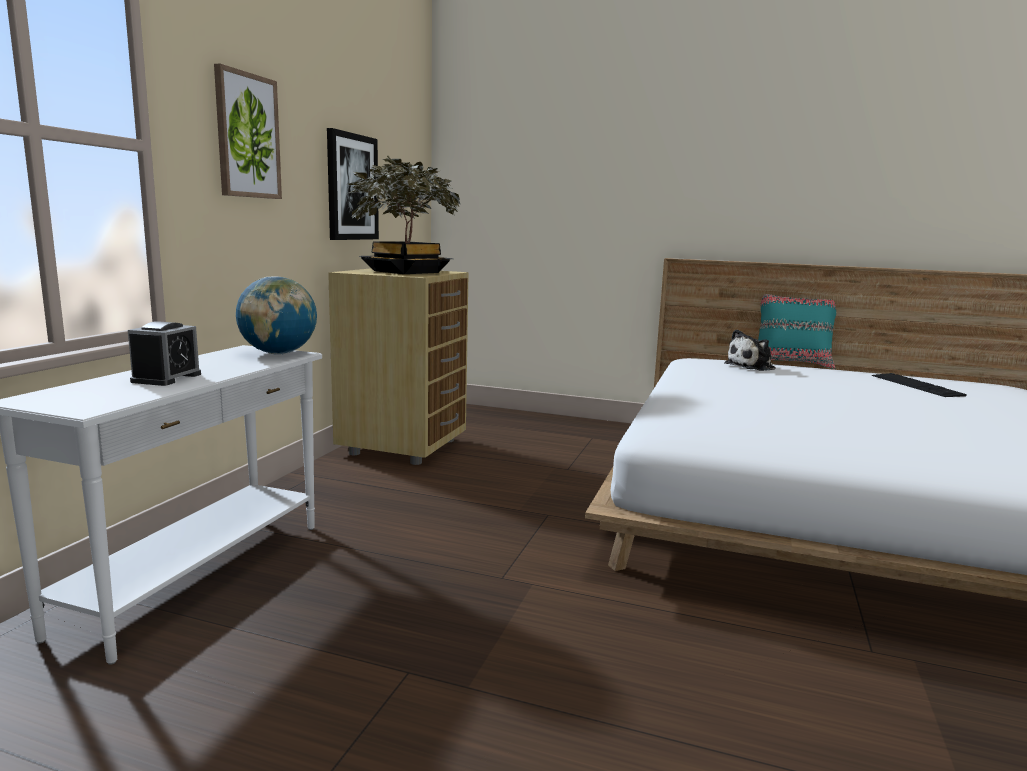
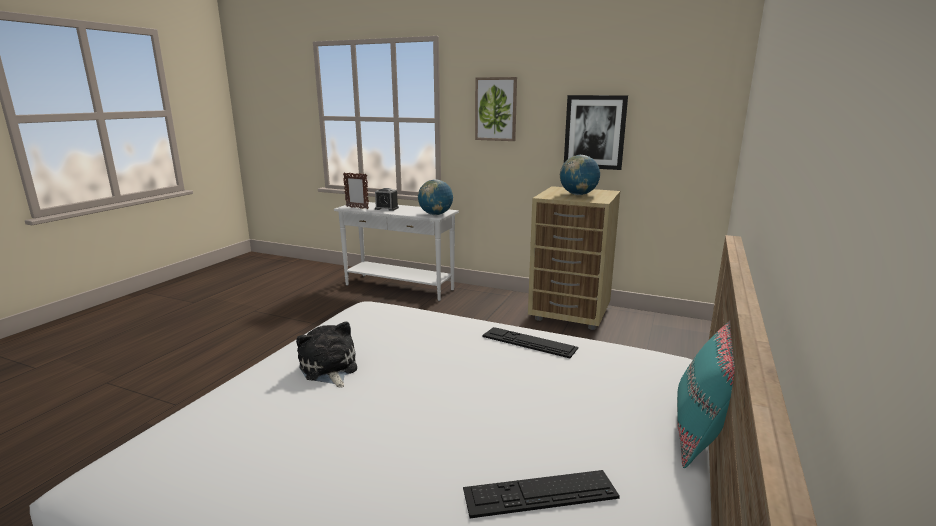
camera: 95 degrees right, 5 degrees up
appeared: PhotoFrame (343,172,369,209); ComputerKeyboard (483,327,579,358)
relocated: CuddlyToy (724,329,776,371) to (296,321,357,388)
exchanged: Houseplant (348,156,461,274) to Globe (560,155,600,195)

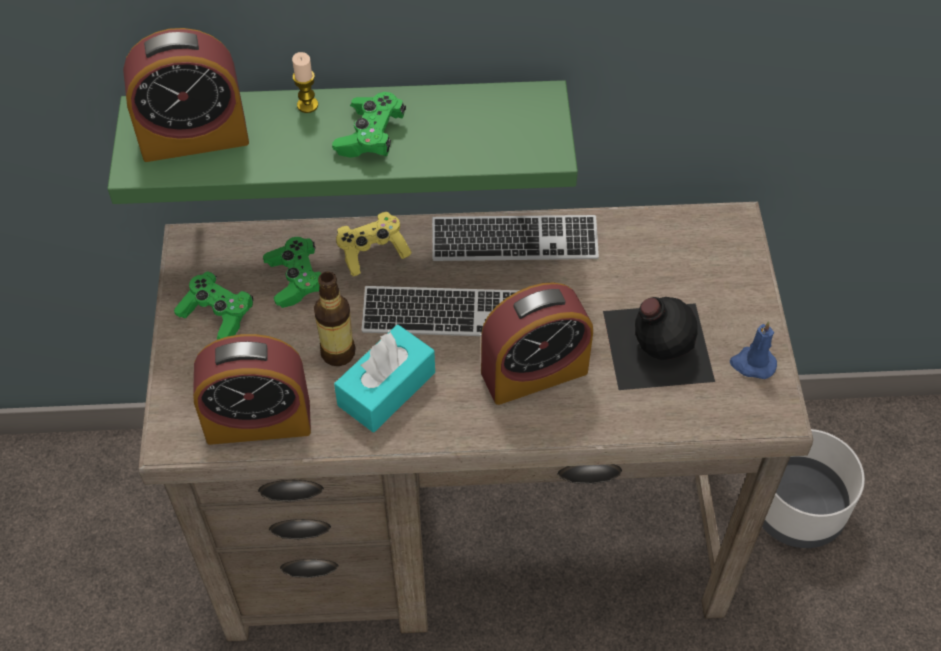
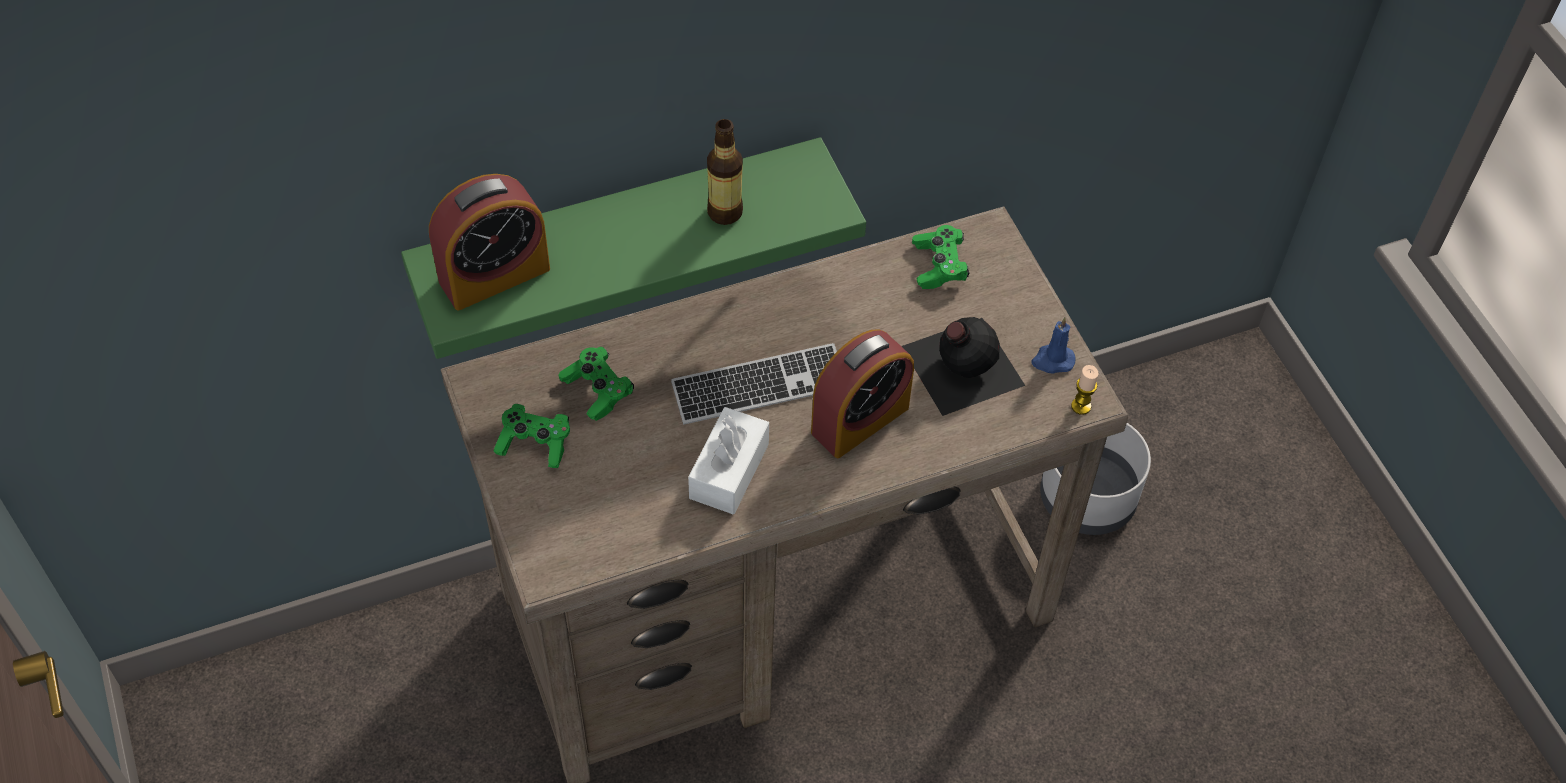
camera: 20 degrees left, 0 degrees up
missing: AlarmClock (193,334,311,445); YellowishGamepad (336,212,412,276); ComputerKeyboard (432,215,599,261)
relocated: WaxCandle (292,52,318,113) to (1071,365,1099,415); Bottle (314,271,355,366) to (707,119,743,225); GreenGamepad (332,92,406,158) to (912,225,970,289)
colour: TurquoiseColouredTissueHolder (334,325,435,432) to WhitishTissueHolder (688,407,769,514)

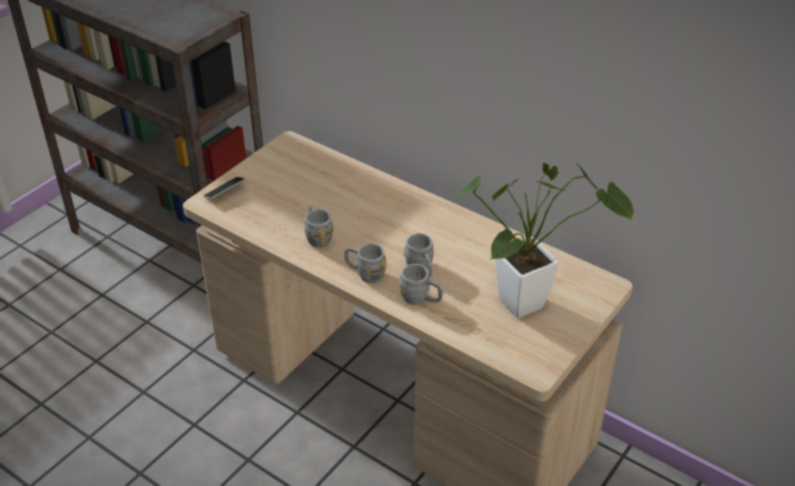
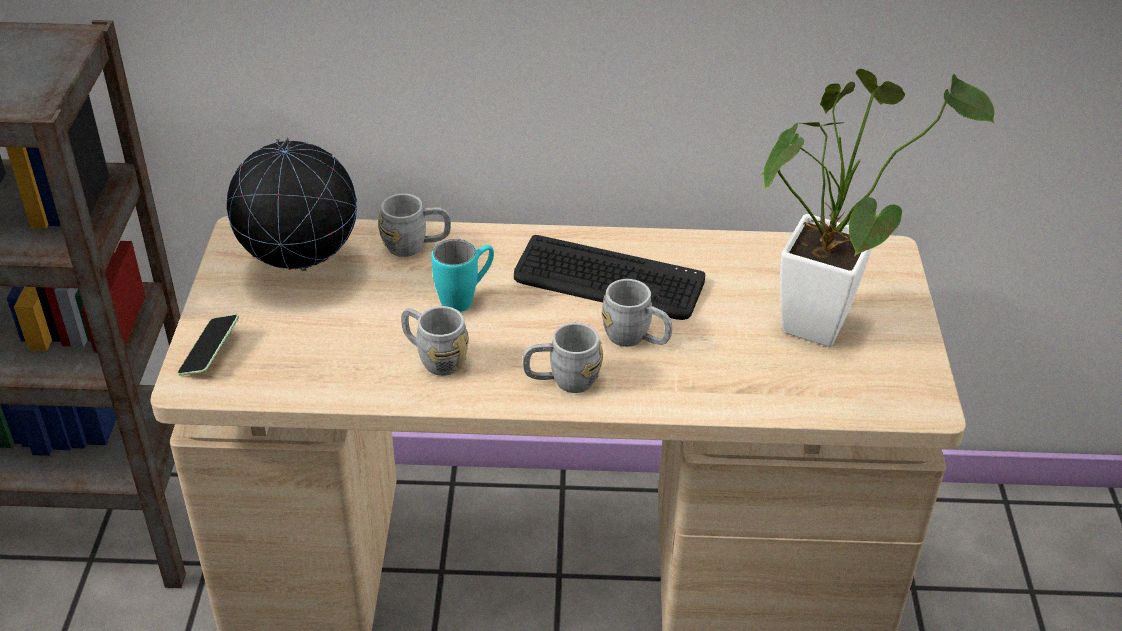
camera: 35 degrees left, 0 degrees up
appeared: Globe (226,137,357,271); TurquoiseColouredCoffeeMug (432,239,494,312); ComputerKeyboard (514,235,705,320)
relocated: GrayCoffeeMug (399,264,443,305) to (378,194,451,257)

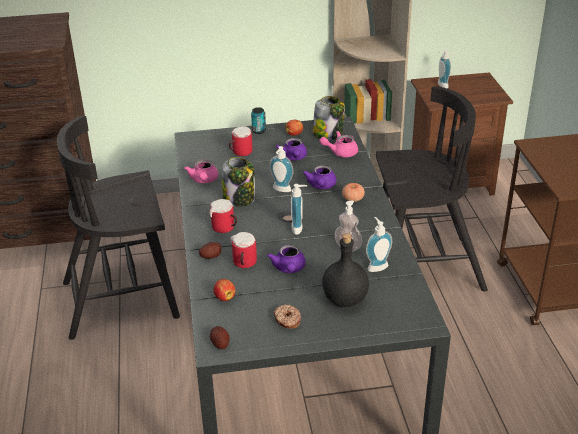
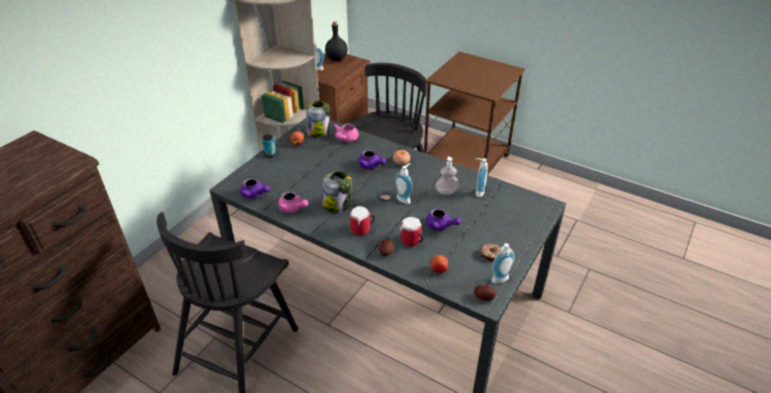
camera: 50 degrees left, 5 degrees up
missing: CoffeeMug (229,127,252,156)
relocated: SoapBottle (270,146,293,192) to (491,243,514,284); PurpleColouredTeapot (276,138,307,161) to (240,177,270,199); BlackishBottle (322,234,369,307) to (325,21,348,61)

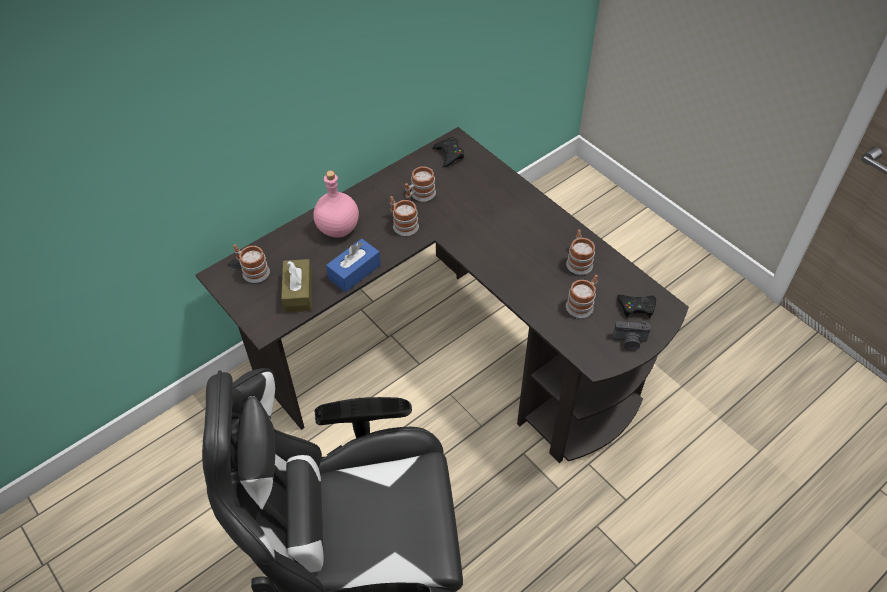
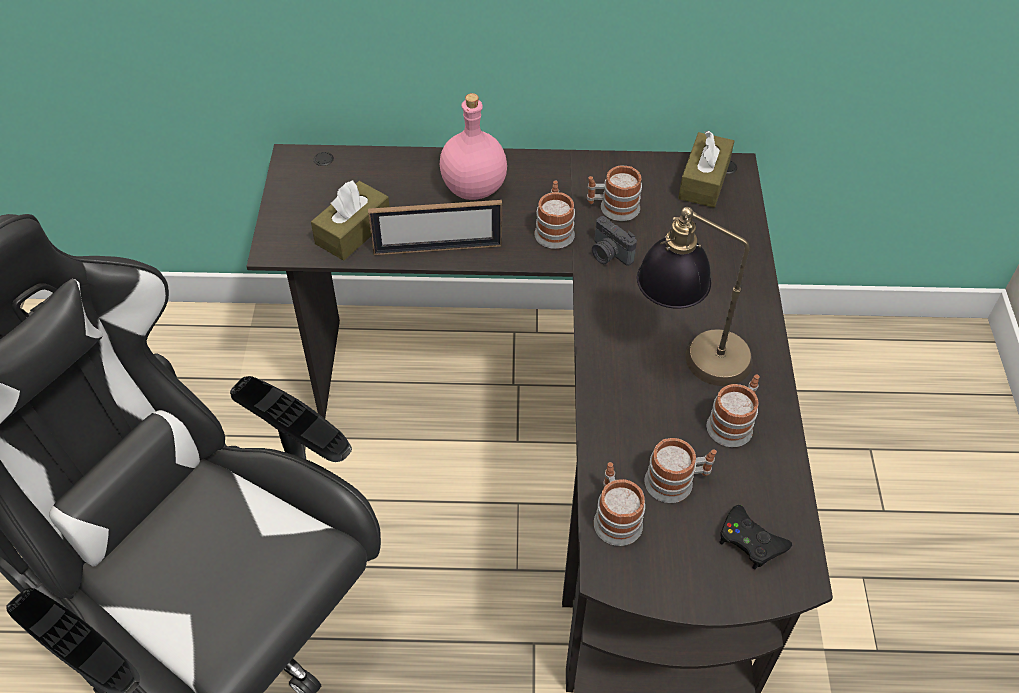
camera: 40 degrees right, 0 degrees up
appeared: TableLamp (637,207,752,386)
relocated: CoffeeMug (233,244,270,283) to (594,462,645,546); PhotoCamera (613,321,651,350) to (592,216,637,266)
exchanged: BlueTissueHolder (326,239,381,292) to PhotoFrame (368,200,502,255); BlackishGamepad (433,138,464,167) to BrownishTissueHolder (678,130,734,208)

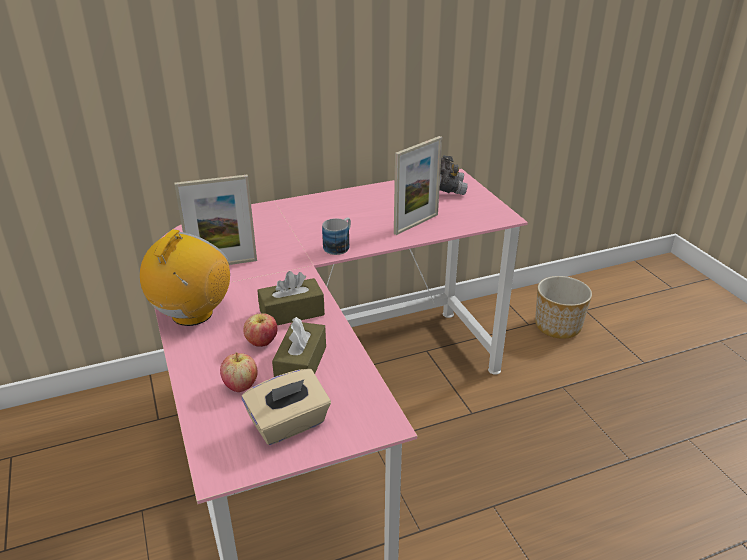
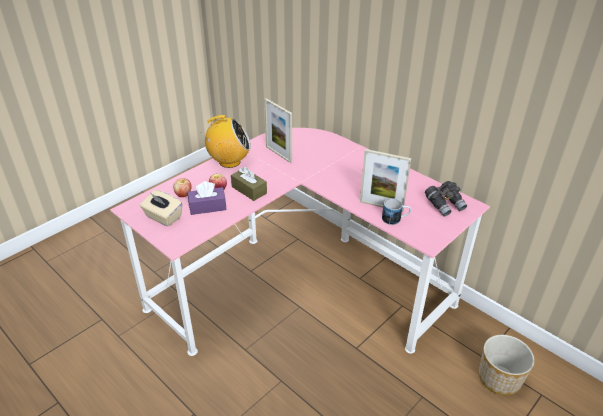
camera: 65 degrees right, 5 degrees up
relocated: CoffeeMug (322,217,351,255) to (382,198,411,225)
colour: BrownishTissueHolder (272,317,326,377) to PurpleColouredTissueHolder (188,181,226,215)

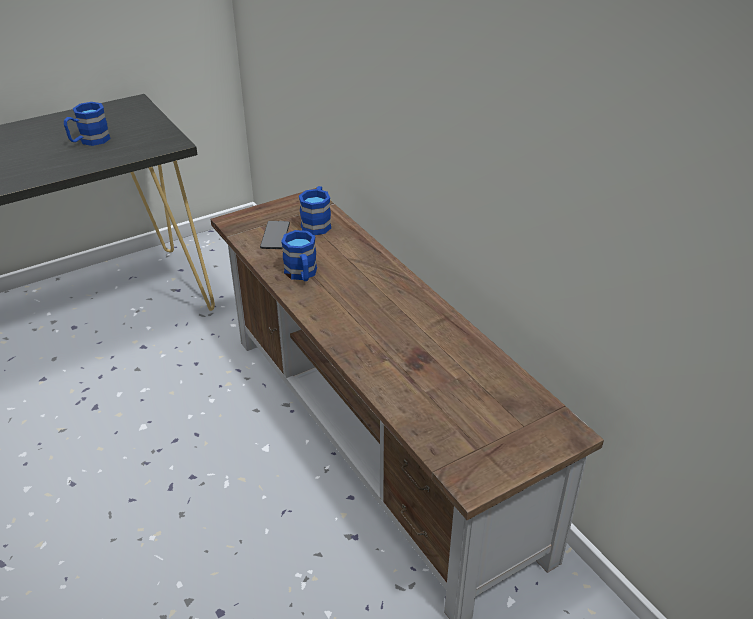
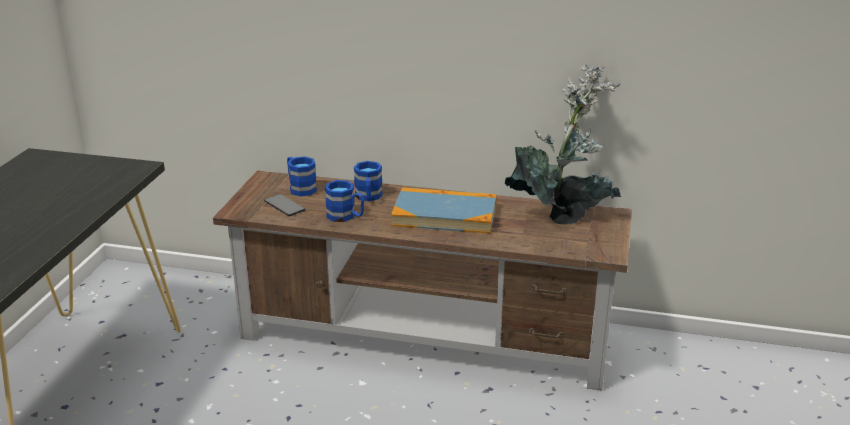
camera: 45 degrees left, 10 degrees down
appeared: BoundBook (391,188,497,234); Houseplant (505,65,621,224)
relocated: BlueCoffeeMug (64,102,111,146) to (354,161,383,201)

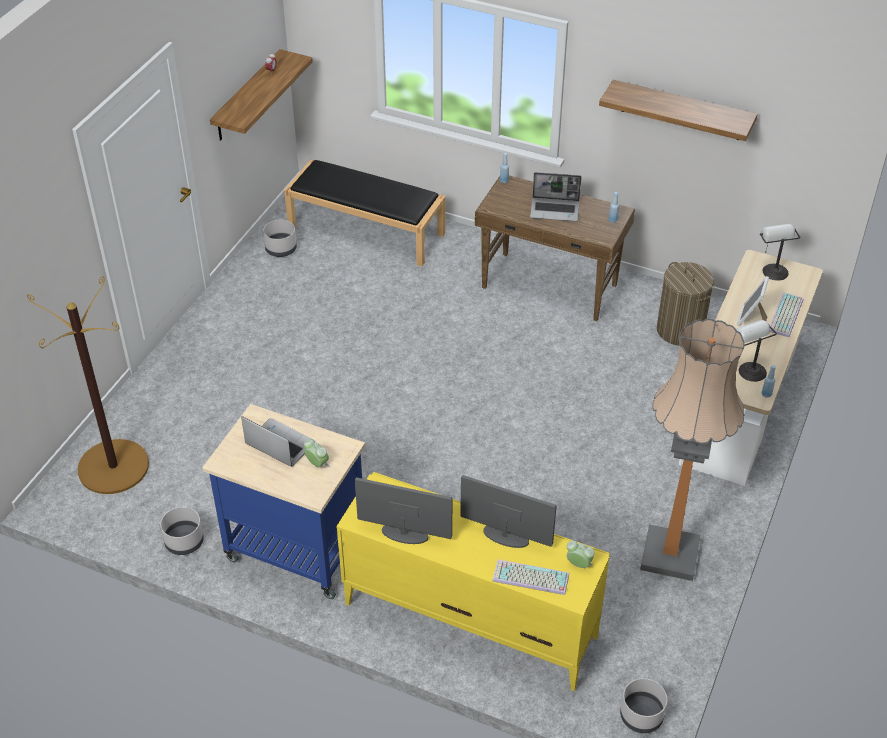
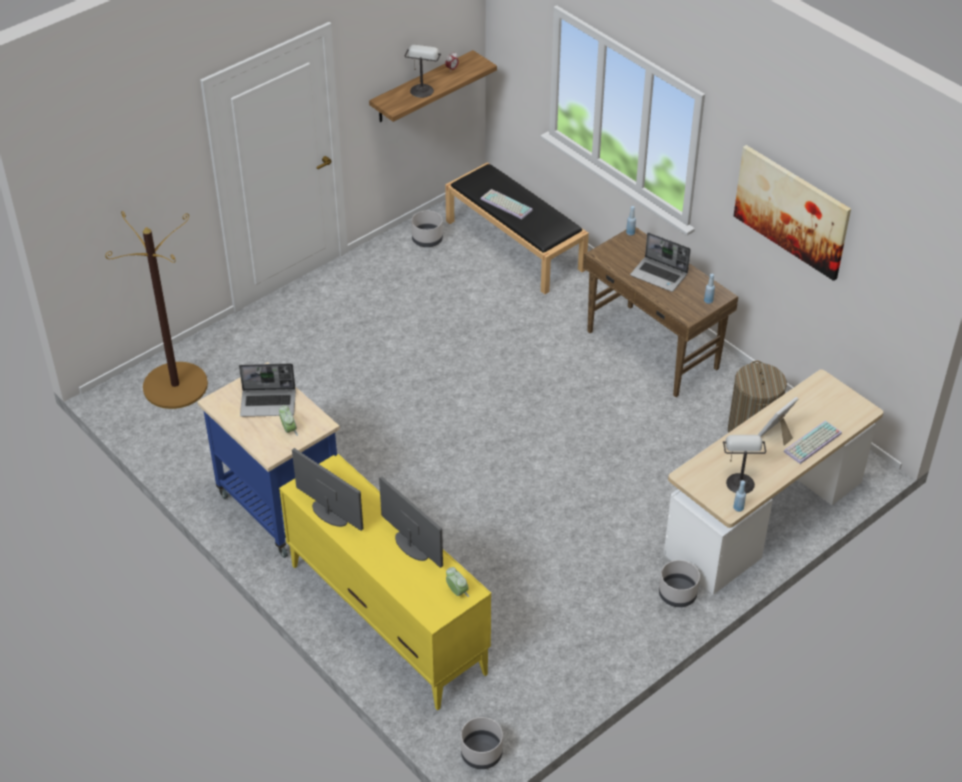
camera: 25 degrees right, 0 degrees up
missing: StandardLamp (640,319,745,581)
relocated: GrayPlanter (160,507,204,555) to (659,560,700,607); ComputerKeyboard (492,559,569,595) to (480,189,533,220); TableLamp (760,224,800,281) to (405,45,441,98)
exchanged: WallShelf (599,80,758,141) to Picture (734,145,851,281)
spun: Laptop (241,416,315,467) = (239,364,296,417) 120 degrees clockwise

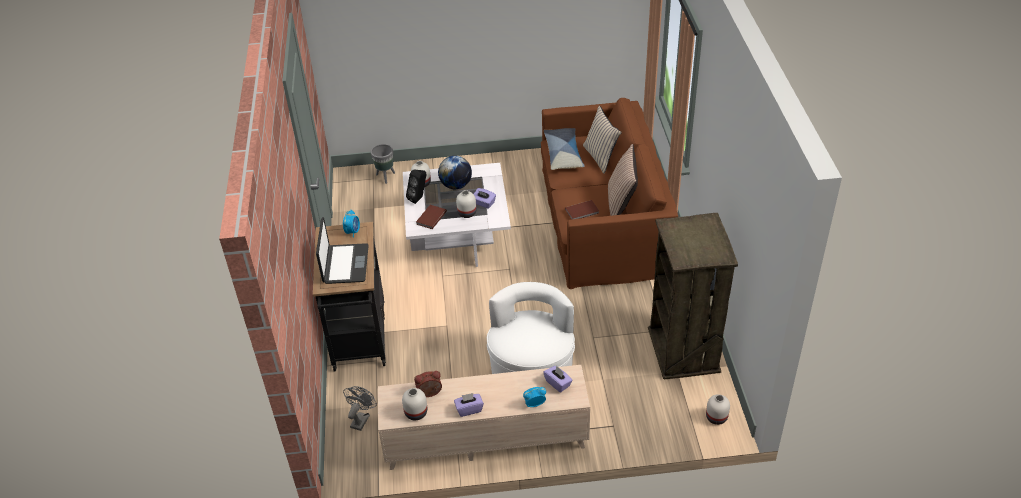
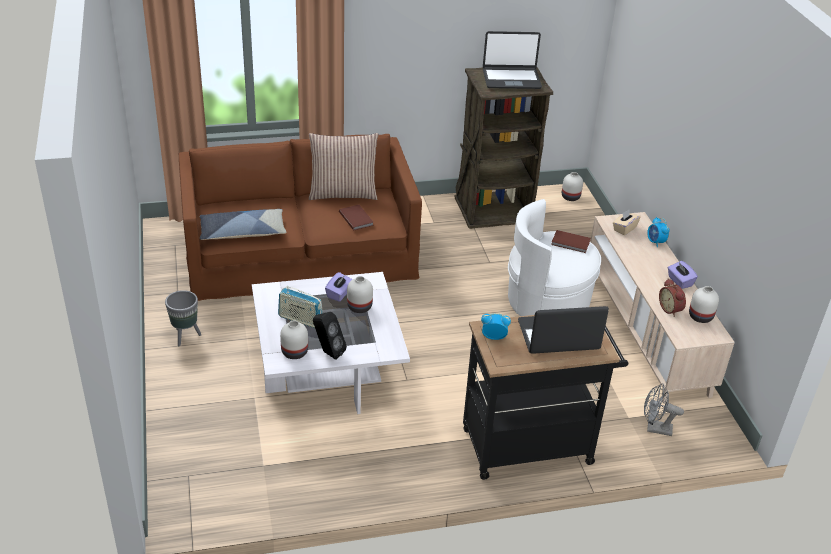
camera: 100 degrees left, 5 degrees down
missing: BeigeColouredCushion (583,106,622,174)
appeared: Laptop (483,31,542,89)
relocated: GrayPlanter (371,144,395,184) to (165,290,201,346); BrownishBoundBook (416,205,447,229) to (551,230,591,253)
exchanged: Globe (438,156,472,189) to Radio (278,286,323,328)
colour: PurpleColouredTissueHolder (543,366,573,393) to BeigeColouredTissueHolder (613,210,640,235)

